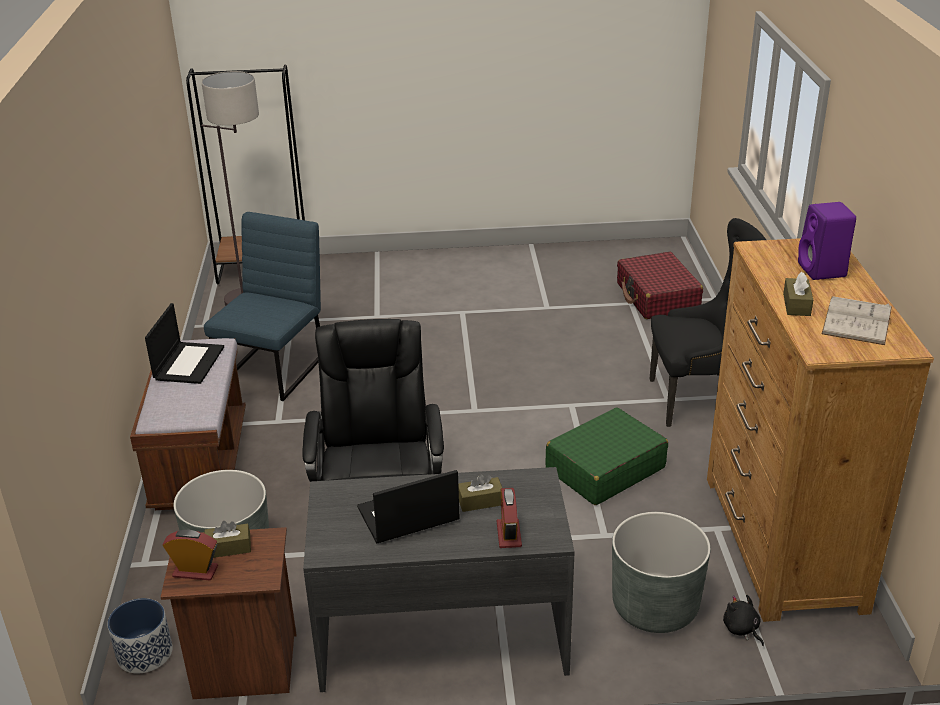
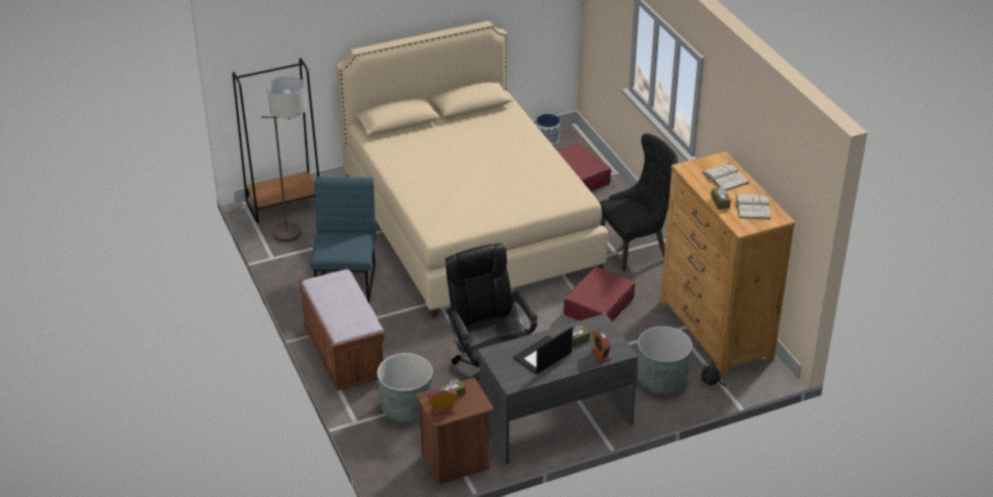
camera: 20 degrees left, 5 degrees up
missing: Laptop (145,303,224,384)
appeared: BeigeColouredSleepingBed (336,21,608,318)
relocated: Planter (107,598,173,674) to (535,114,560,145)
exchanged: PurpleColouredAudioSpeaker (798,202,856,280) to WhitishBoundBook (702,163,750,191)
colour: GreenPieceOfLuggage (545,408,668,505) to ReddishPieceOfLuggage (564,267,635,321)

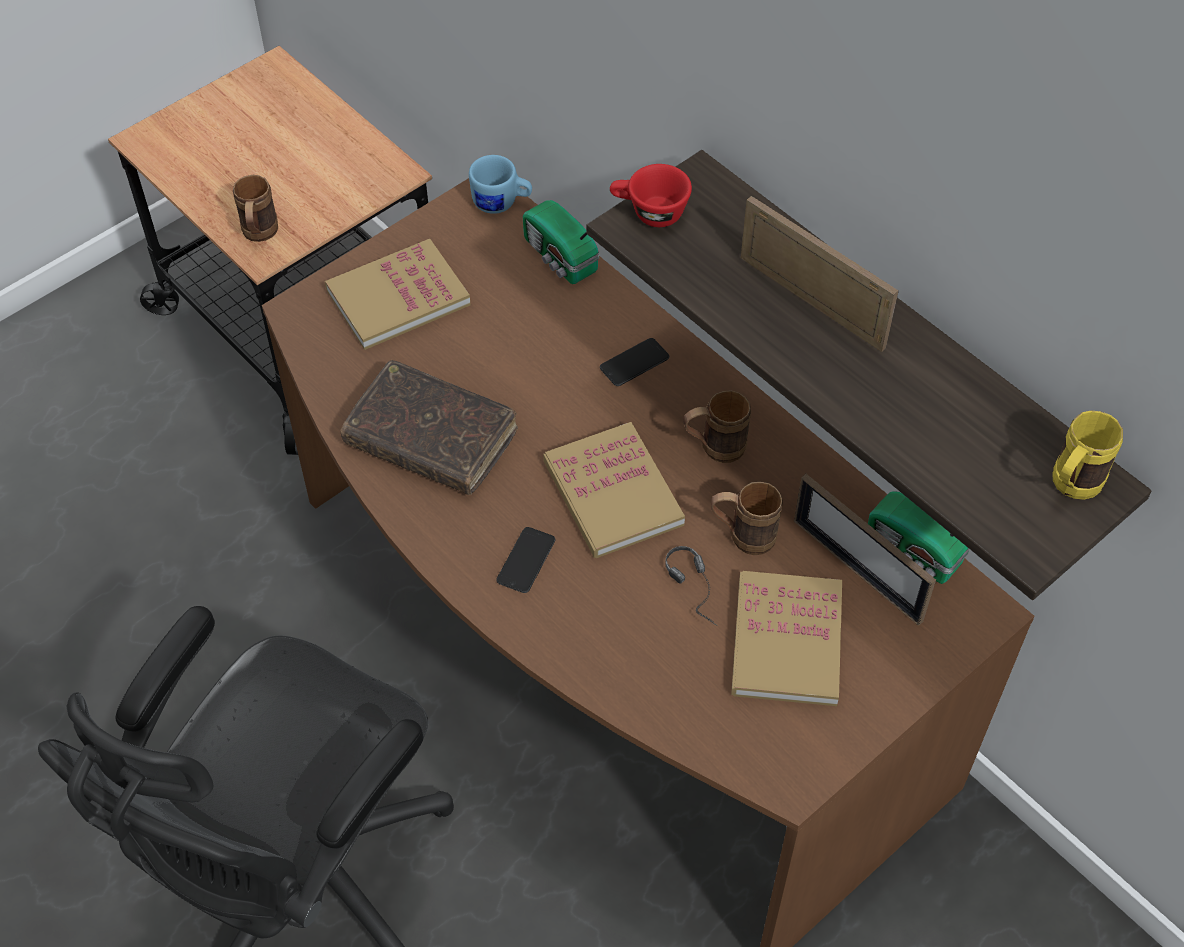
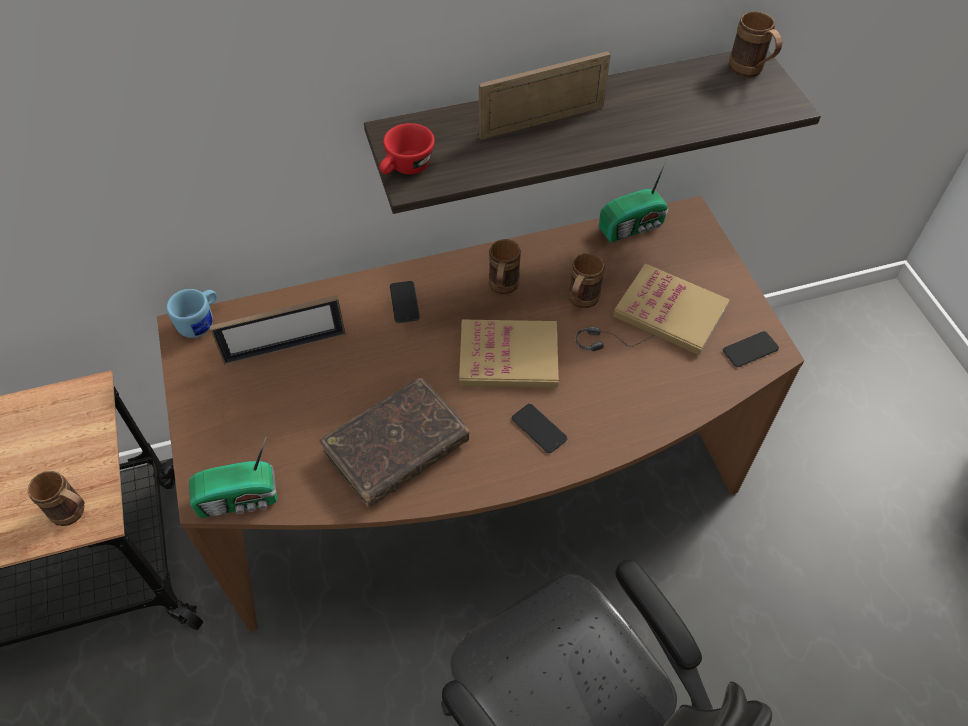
camera: 65 degrees left, 0 degrees up
missing: BoundBook (325,239,471,350)
appeared: Telephone (723,331,779,367)
relocated: Radio (523,200,600,284) to (189,436,277,518); PhotoFrame (794,474,936,626) to (210,295,346,365)
colour: YellowishCoffeeMug (1053,411,1123,500) to BrownishCoffeeMug (729,11,782,78)

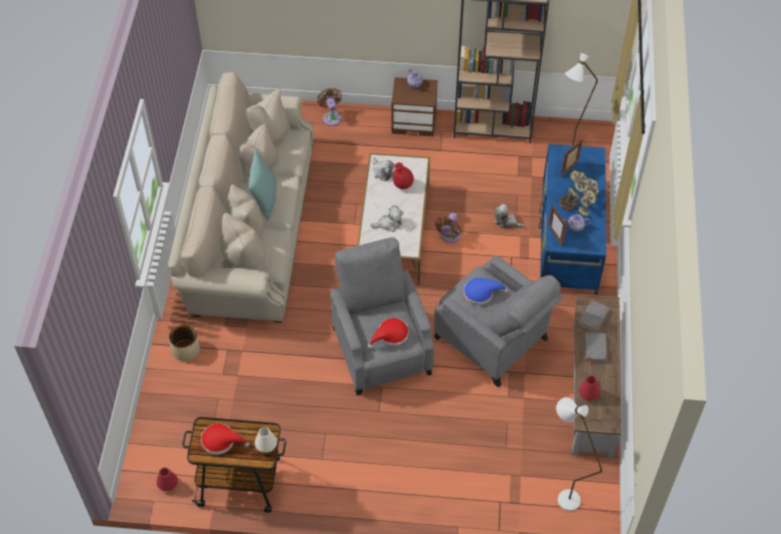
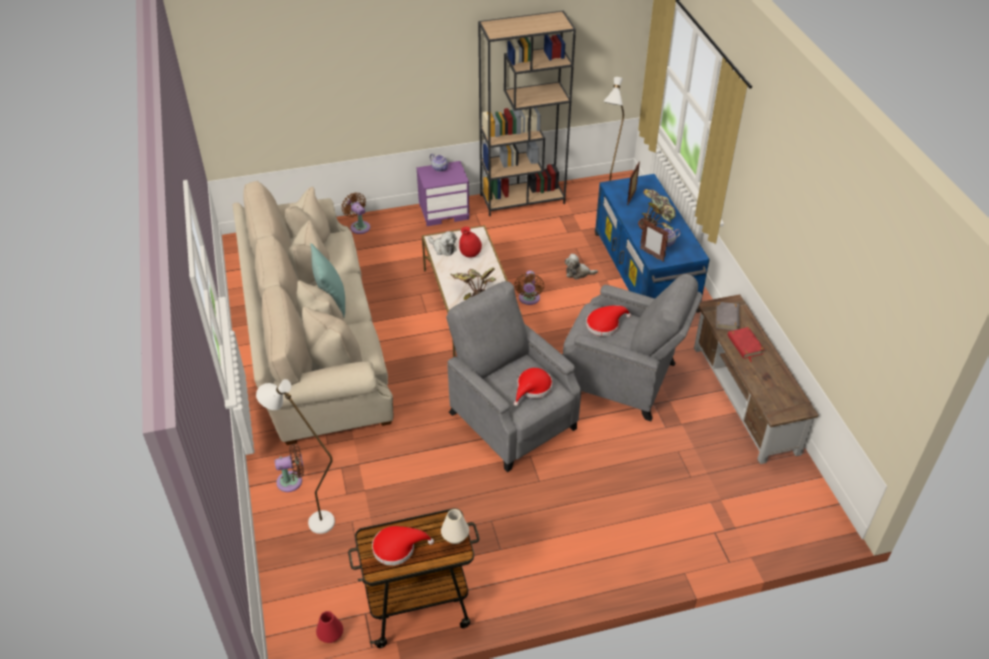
camera: 20 degrees left, 10 degrees down
missing: ReddishVase (579,376,600,400)
relocated: WhitishStandardLamp (556,397,602,511) to (256,379,335,534)
exchanged: BeigeColouredPlanter (169,325,200,361) to BrownishFan (275,444,304,492); CuddlyToy (370,206,404,232) to Houseplant (450,268,496,300)
colour: BrownishNightstand (391,77,438,136) to PurpleColouredNightstand (417,161,470,226); BlueWearableHat (464,278,508,305) to ReddishWearableHat (586,305,631,336); GrayBoundBook (584,332,607,367) to ReddishBoundBook (728,327,765,362)

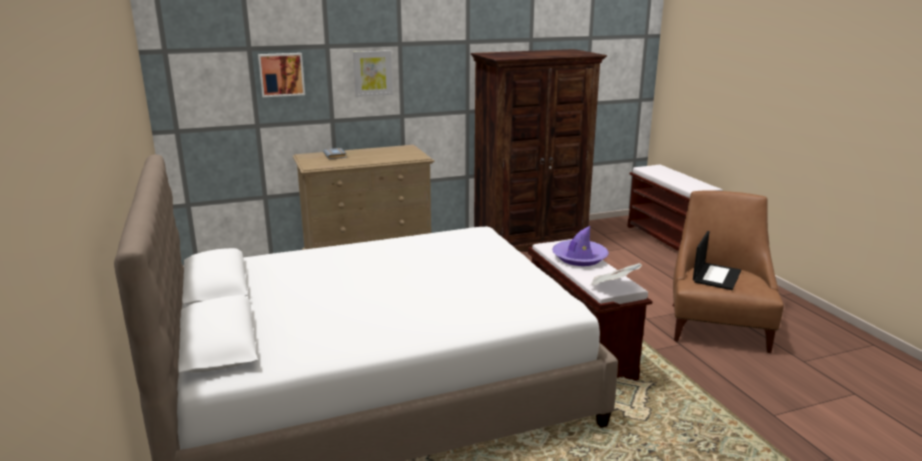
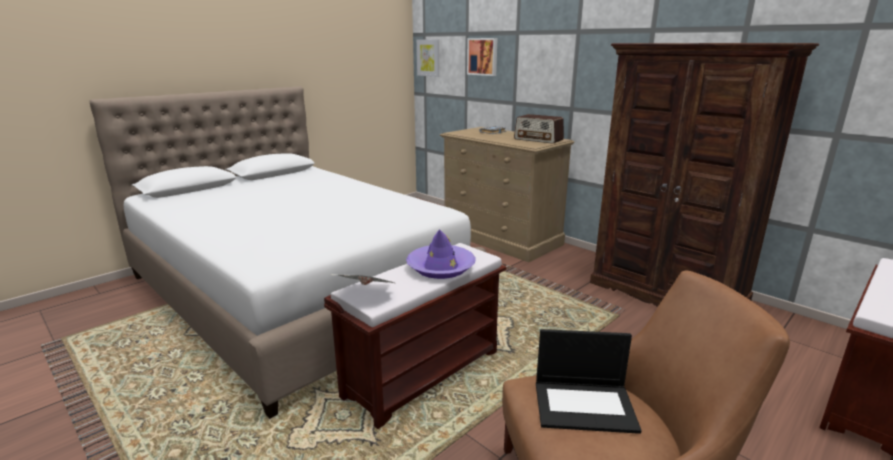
camera: 65 degrees right, 0 degrees up
appeared: Radio (514,114,564,144)
relocated: Picture (353,50,393,97) to (417,39,439,77)

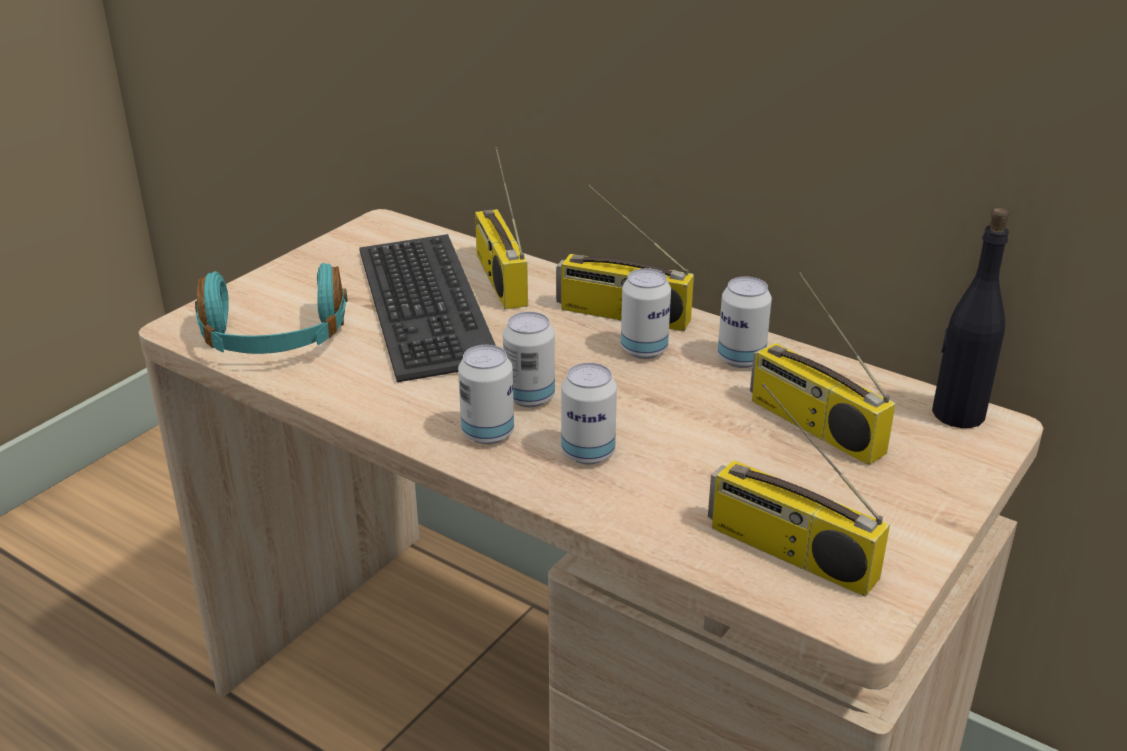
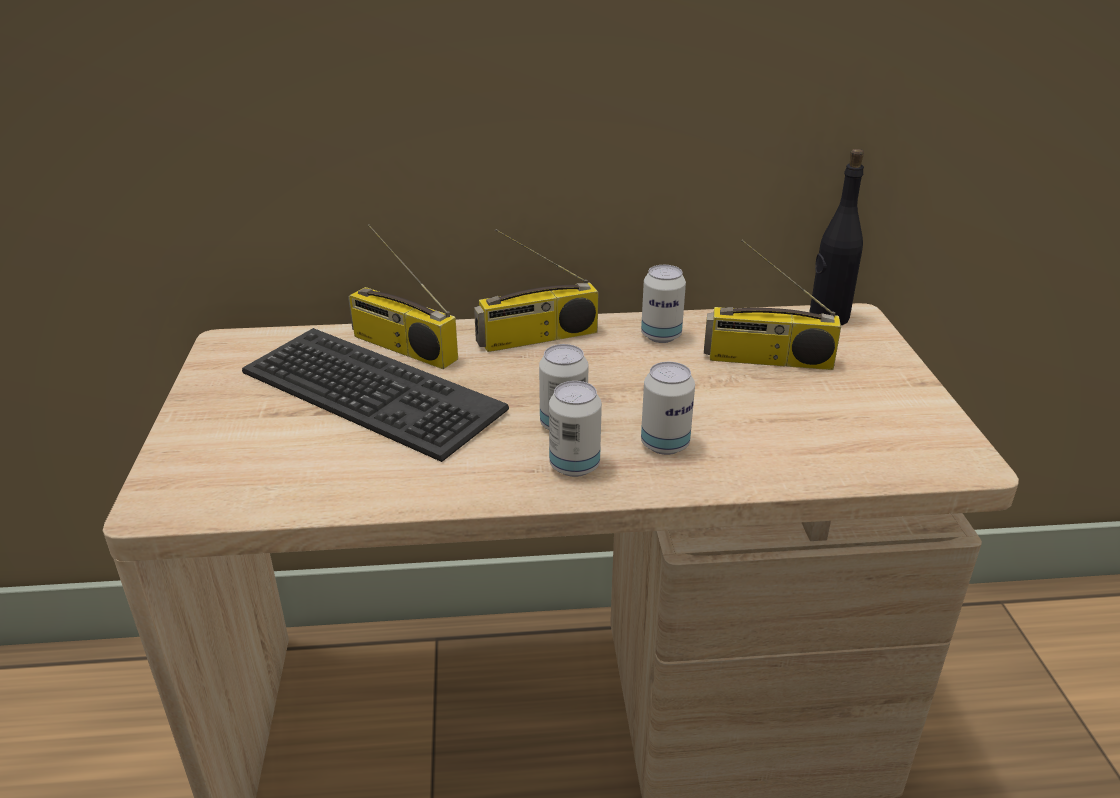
camera: 40 degrees left, 0 degrees up
missing: TurquoiseColouredHeadset (195,263,348,354); Can (621,268,671,359); Radio (708,383,890,597)

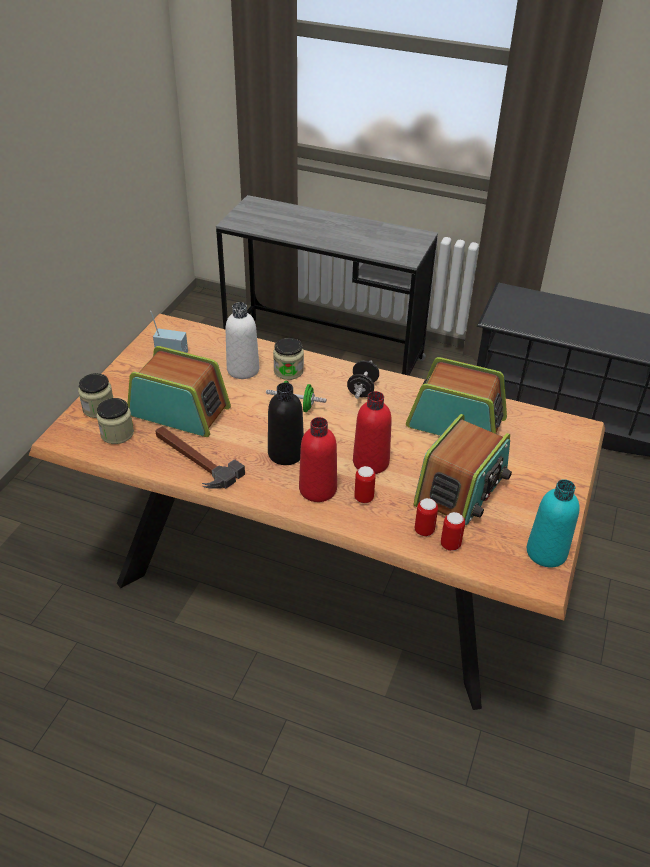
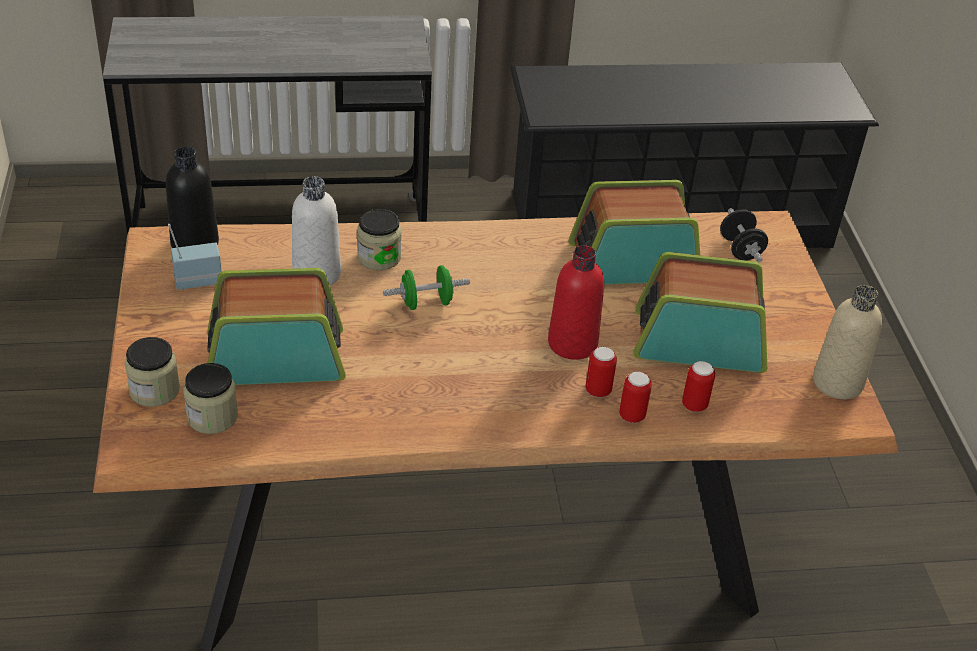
camera: 30 degrees left, 0 degrees up
missing: HandHammer (155,426,245,489); ReddishBottle (299,417,337,502)
relocated: BlackishBottle (268,383,304,465) to (166,147,219,248); BlackishHandWeight (347,360,379,399) to (720,208,768,262); Can (441,512,465,551) to (619,372,652,423)
colour: TurquoiseColouredBottle (527,479,580,568) to BeigeColouredBottle (813,285,882,399)
spun: Radio (413,414,512,525) = (634,252,767,373) 90 degrees counterclockwise

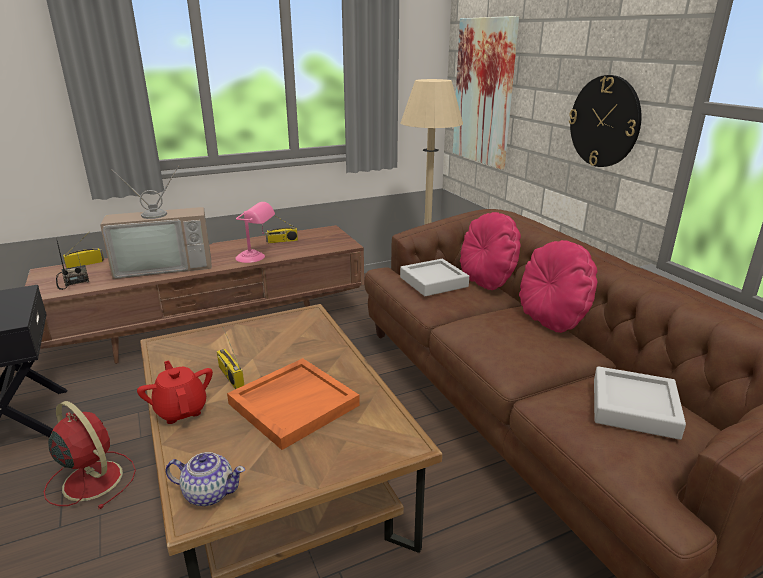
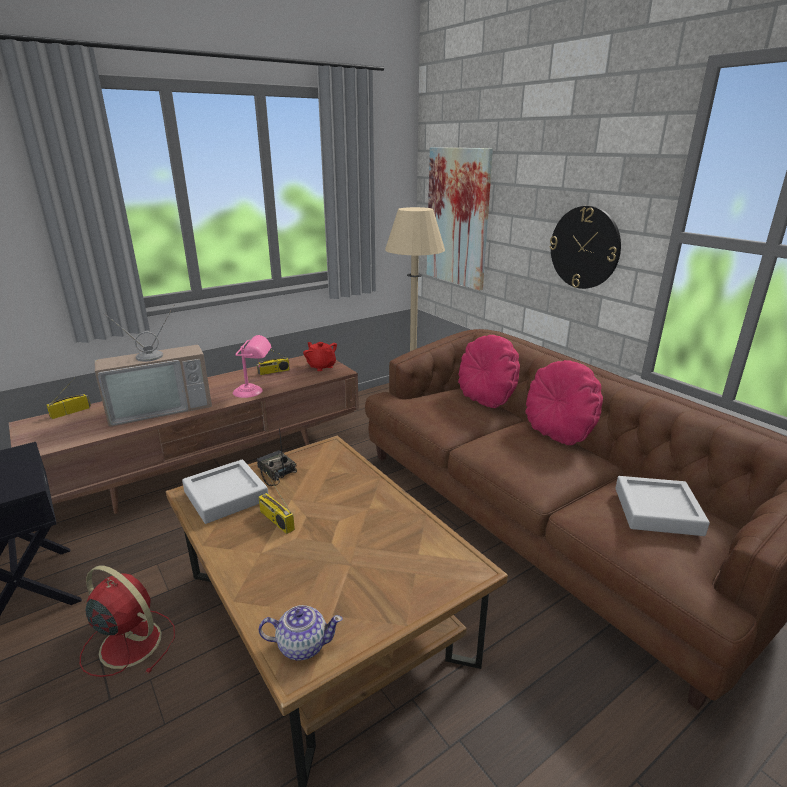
camera: 10 degrees left, 0 degrees up
missing: OrangeyCarryingTray (227,358,360,450)
relocated: Radio (56,241,89,290) to (257,428,297,486); ReddishTeapot (137,361,213,424) to (303,342,337,371); GrayCarryingTray (400,259,469,296) to (182,459,268,524)

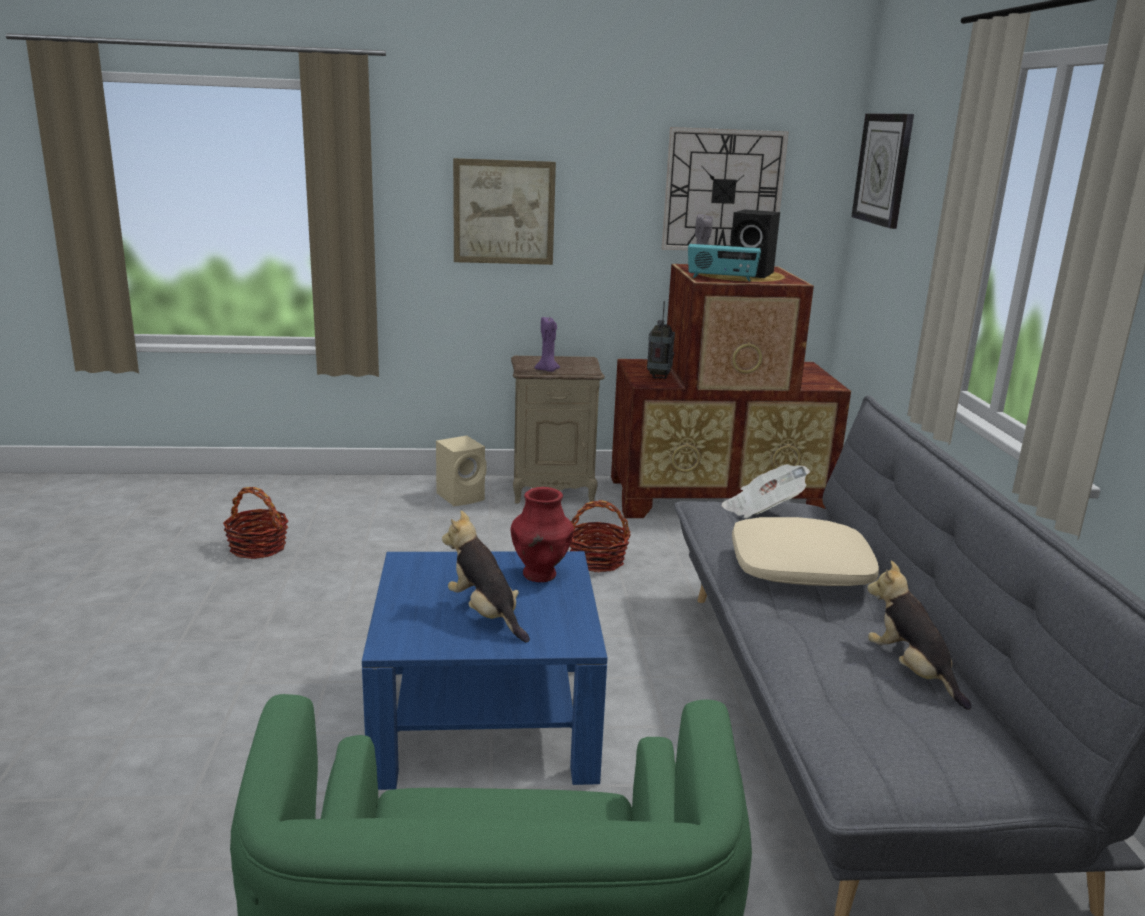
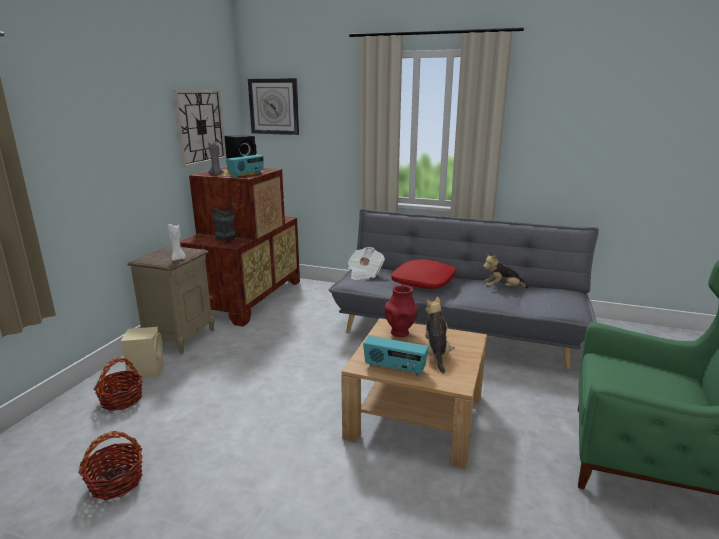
camera: 65 degrees left, 0 degrees up
missing: Picture (453,158,556,265)
appeared: Radio (363,336,429,376)
relocated: HouseholdBasket (570,500,631,573) to (94,358,143,411)
colour: BlueCoffeeTable (362,551,607,790) to BrownishCoffeeTable (341,318,487,468); PurpleColouredWaxCandle (535,317,560,372) to WhitishWaxCandle (167,224,186,261); BeigeColouredCushion (732,517,879,586) to ReddishCushion (391,259,456,289)
spun: CuddlyToy (442,510,530,642) = (425,297,455,374) 105 degrees clockwise

